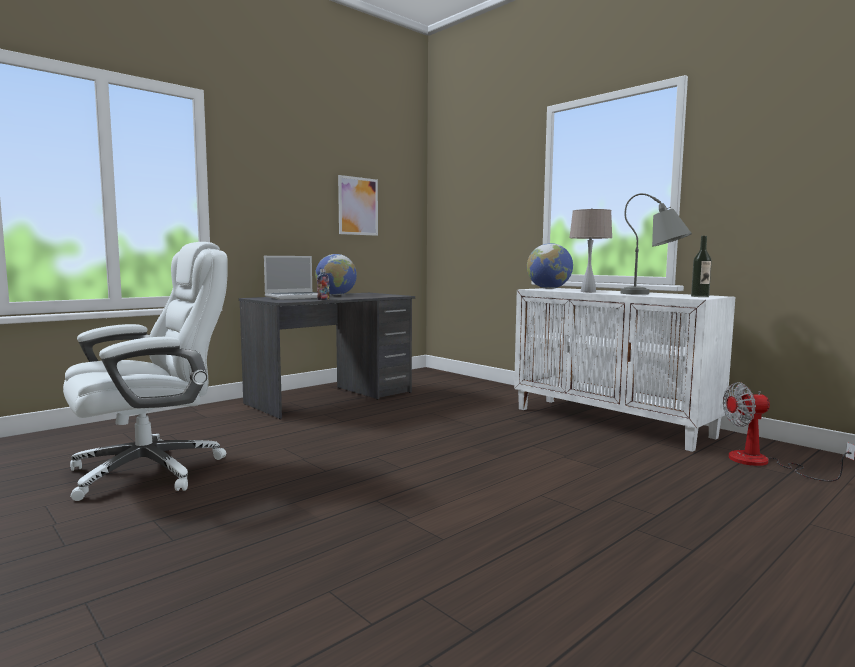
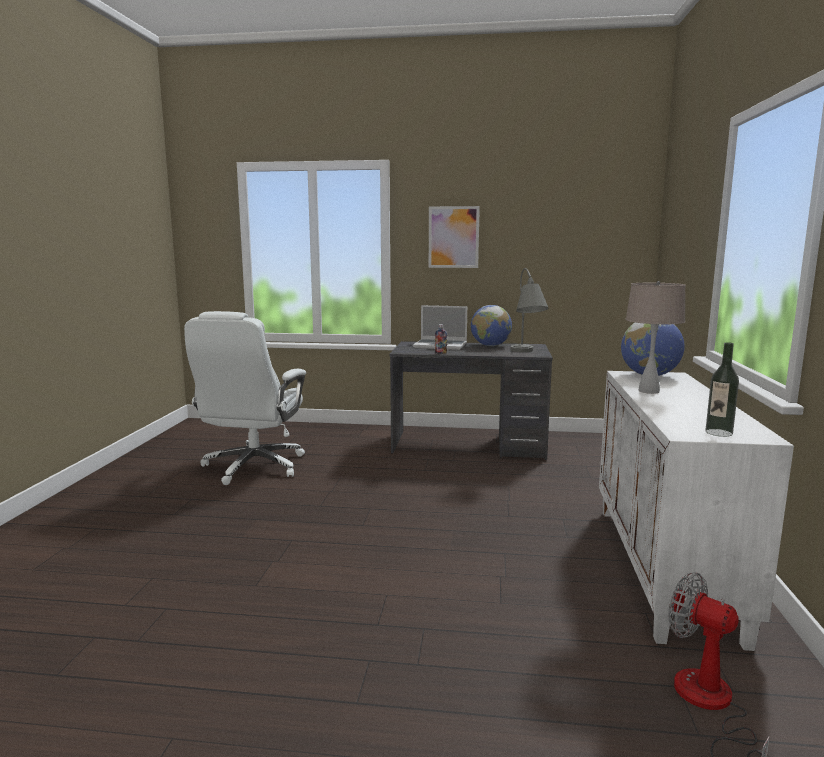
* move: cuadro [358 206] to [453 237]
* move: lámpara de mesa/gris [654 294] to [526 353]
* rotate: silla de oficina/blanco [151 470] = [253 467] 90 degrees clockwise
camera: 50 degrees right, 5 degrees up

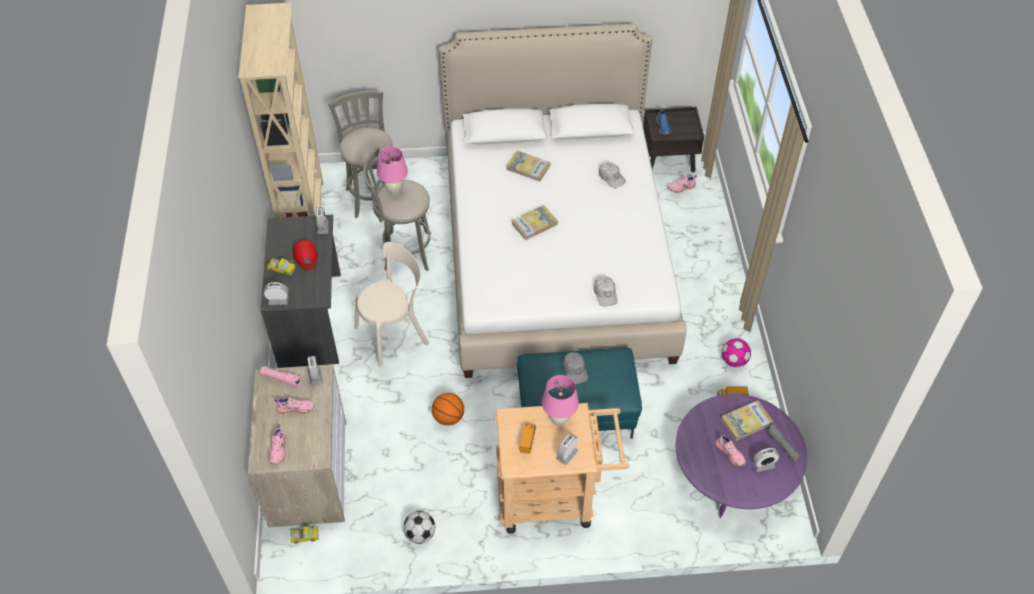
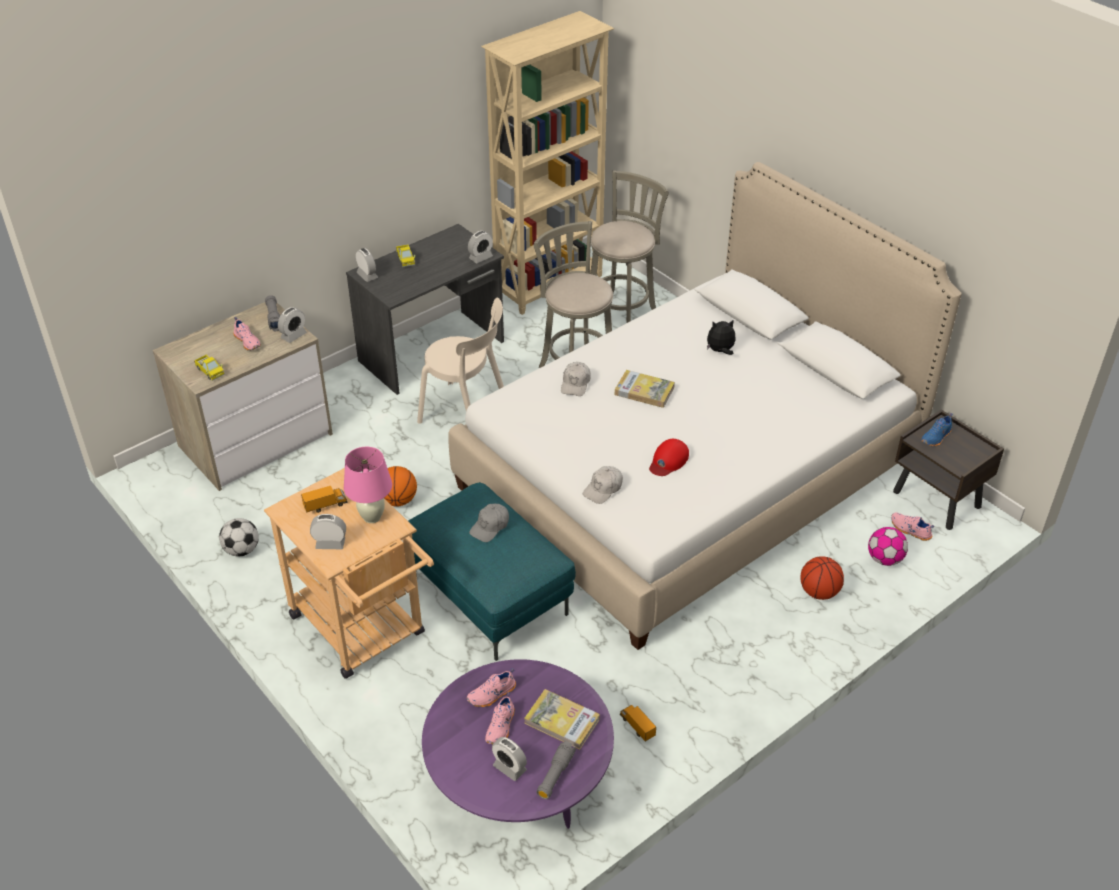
* delete: lámpara de mesa/rosa [394 191]
* insert: balón de baloncesto [819 592]
* move: zapato/rosa [279 449] to [492 695]
* move: camión de juguete [305 537] to [210 372]
* move: gorra/rojo [306 256] to [668 460]
* move: gorra/blanco [611 177] to [575 383]
* move: balón de fútbol [734 361] to [884 559]
* replace: libro [528 167] to peluche [720 351]
* recolor: linterna/rosa [281 379] to linterna/gris [274 318]
camera: 55 degrees right, 10 degrees down

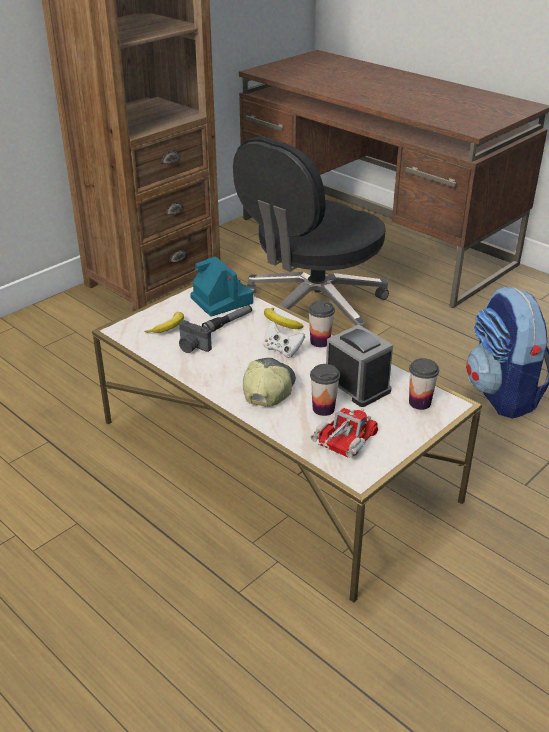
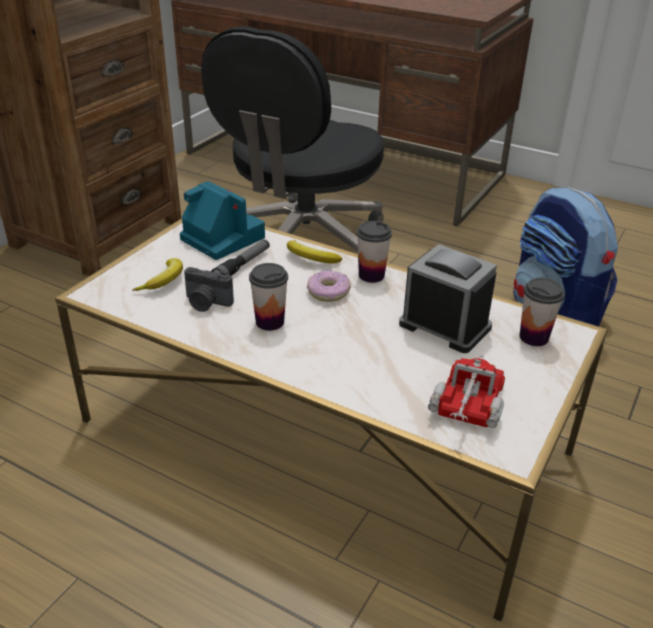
* delete: gorra [268 389]
* move: taza [323 409] to [270 322]
* replace: mando de consola/blanco [282 350] to rosquilla [328 292]
camera: 15 degrees left, 0 degrees up

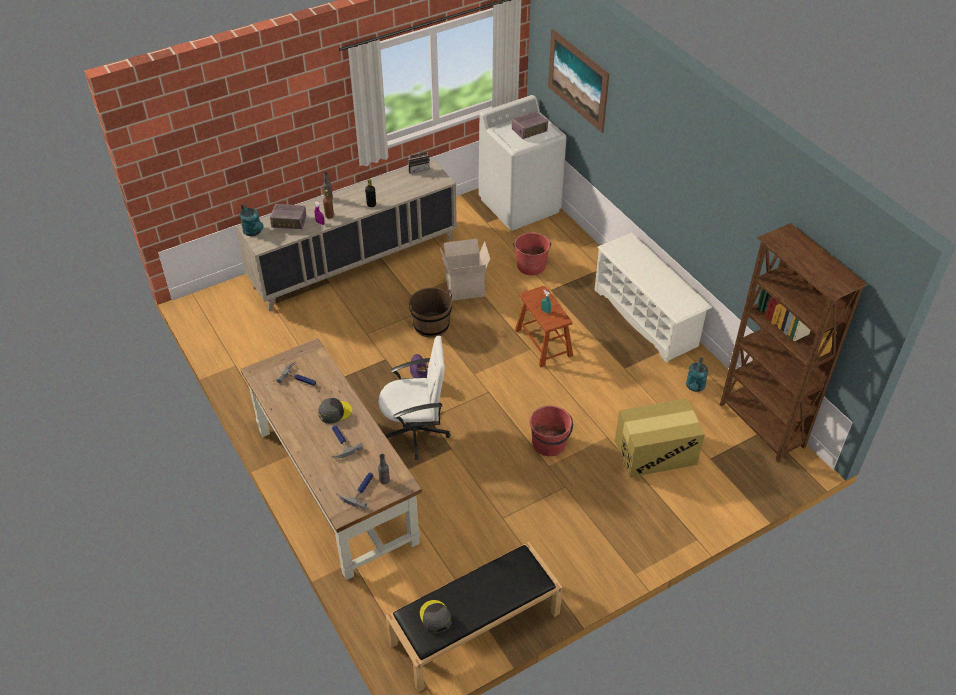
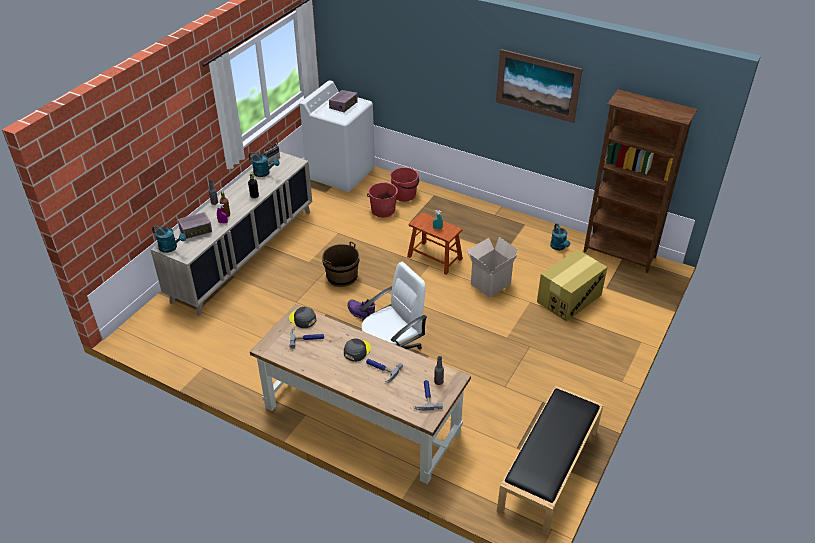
* delete: zapatero/blanco [646 318]
* insert: regadera/turquesa [264 173]
* move: gorra/gris [435 617] to [302 319]
* move: caja de cartón [465 287] to [490 283]
* move: cubo/rojo [549 444] to [404 195]
* move: cuadro [578 80] to [537 85]
camera: 30 degrees left, 5 degrees down

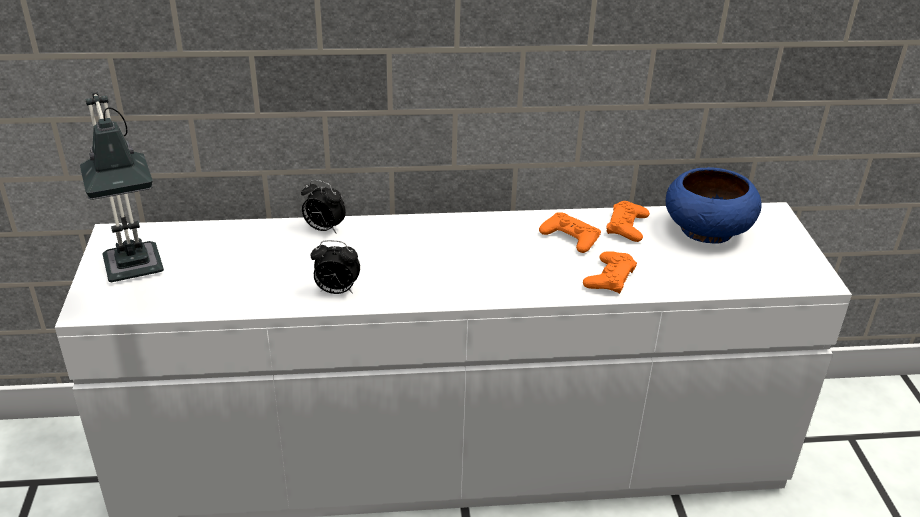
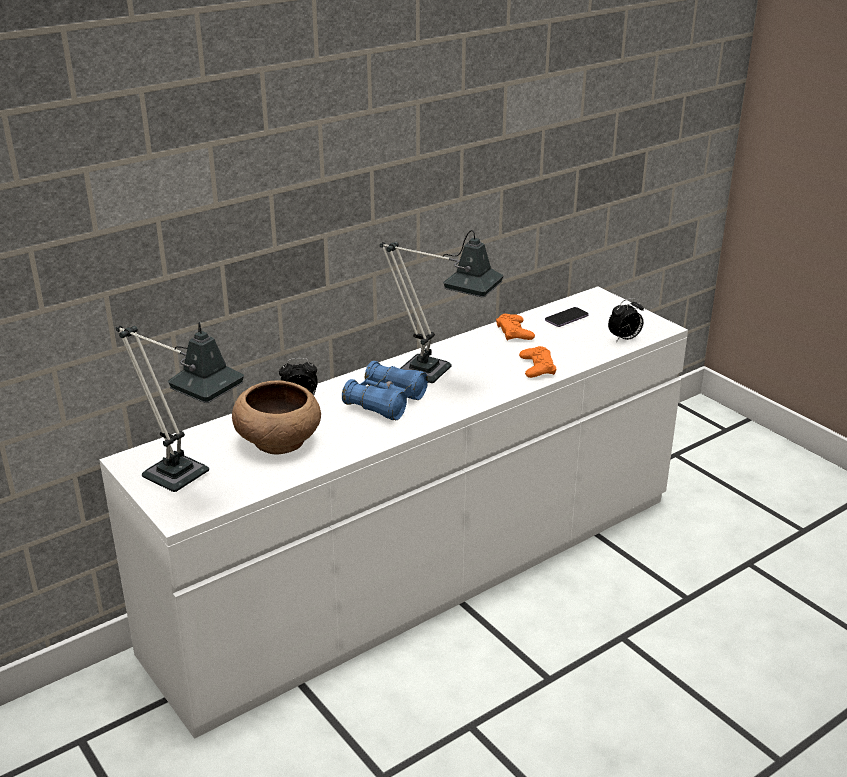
* delete: mando de consola/naranja [570 237]
* insert: cuenco/marrón [279 440]
* insert: prismáticos/azul [385 402]
* insert: lámpara de mesa [435 375]
* move: despertador [336 291] to [624 339]
* replace: cuenco/azul [706 230] to móvil [566 318]
camera: 30 degrees left, 5 degrees down

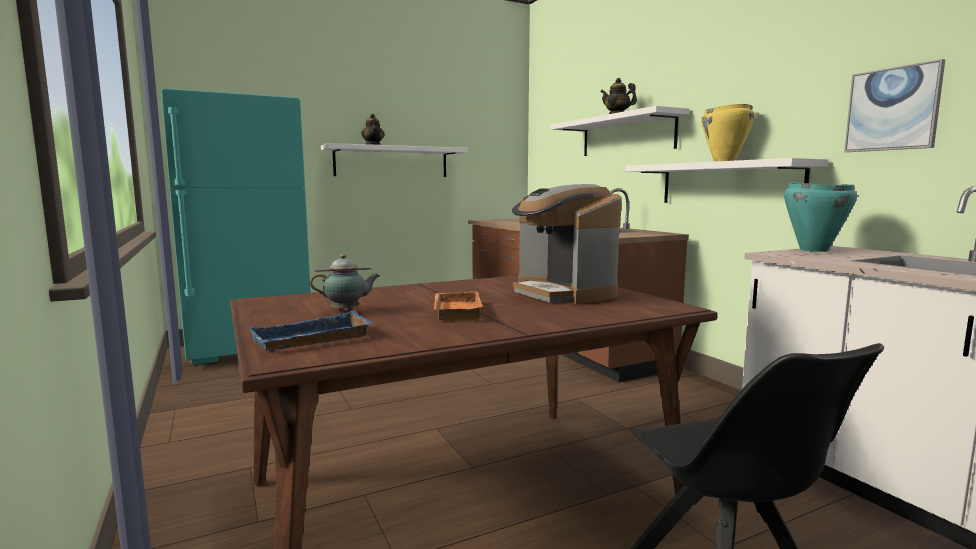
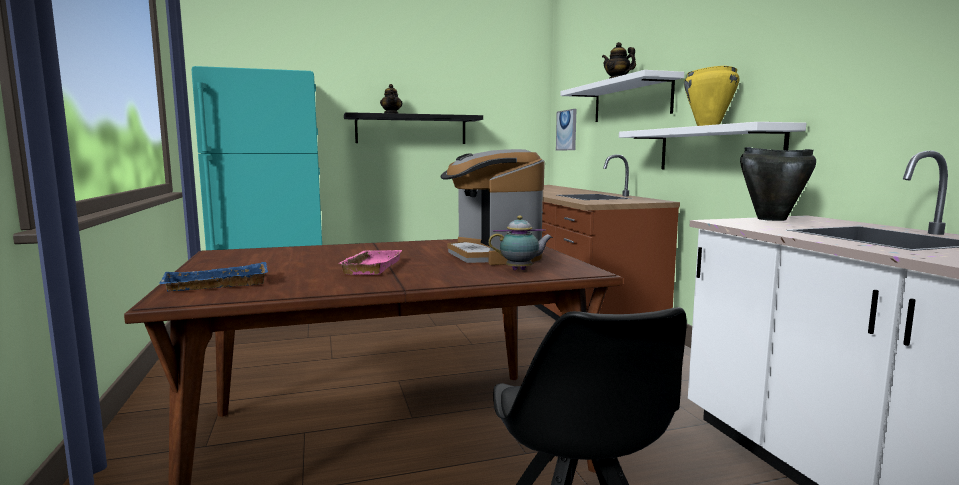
* move: tetera [347 311] to [521 270]
* move: cuadro [892 109] to [567 130]
* recolor: estante/blanco [391 162] to estante/negro [411 129]
* recolor: bandeja/naranja [455 311] to bandeja/rosa [370 267]
* recolor: olla/turquesa [813 250] to olla/negro [771 219]
camera: 10 degrees right, 0 degrees up

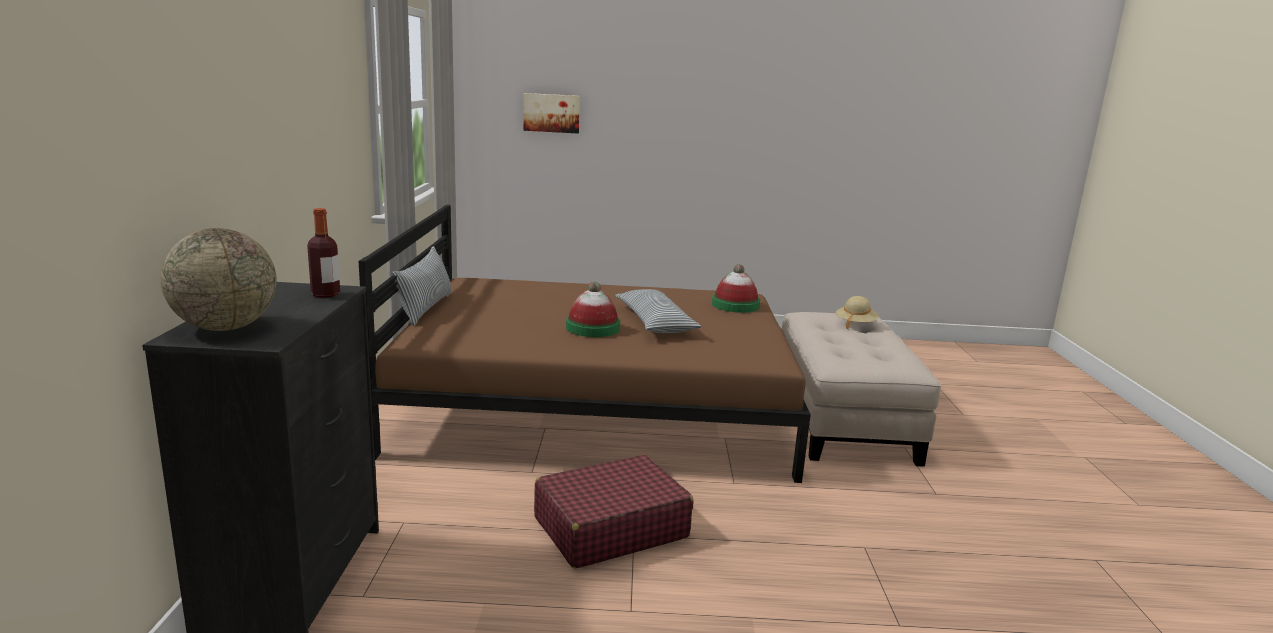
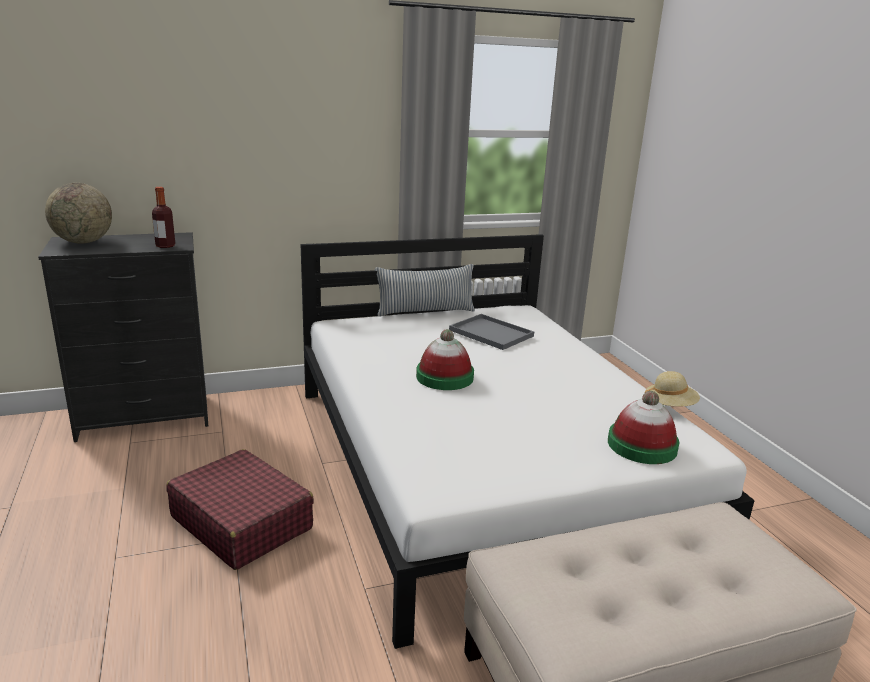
* delete: cuadro [551 113]
* delete: cojín [655 323]
* insert: bandeja/gris [492 333]
* move: sombrero/beis [855 324] to [669 406]
* recolor: cama/marrón [595 405] to cama/blanco [482 466]
camera: 70 degrees right, 5 degrees up

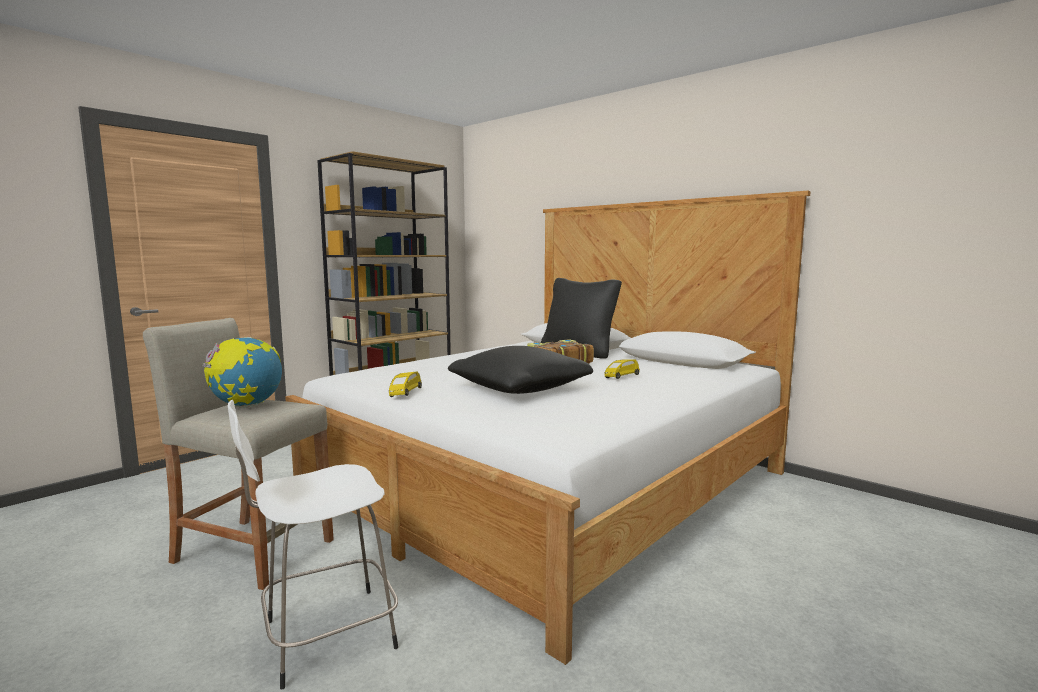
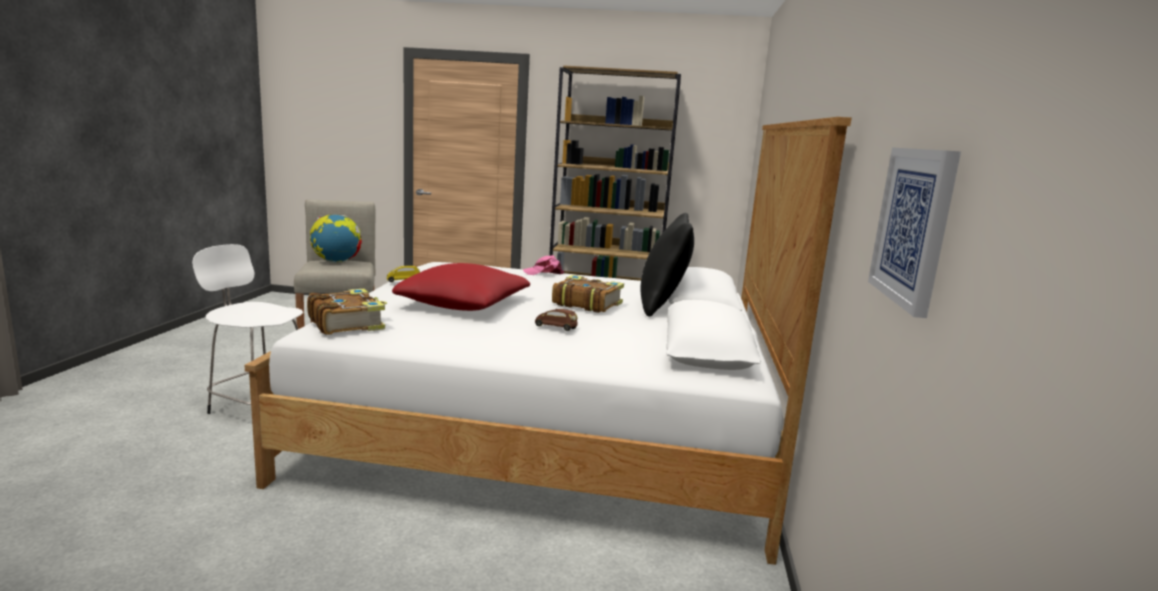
* insert: libro [347 323]
* insert: gorra/rosa [544 273]
* insert: cuadro [914 226]
* recolor: cojín/negro [520 389] to cojín/rojo [463 305]
* recolor: coche de juguete/amarillo [621 377] to coche de juguete/marrón [556 328]
camera: 55 degrees right, 5 degrees up

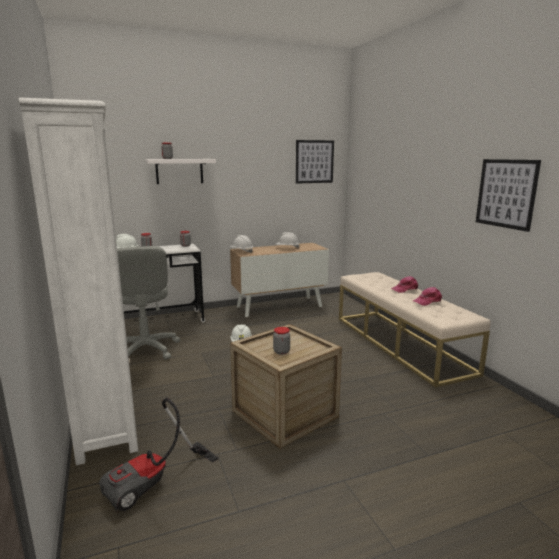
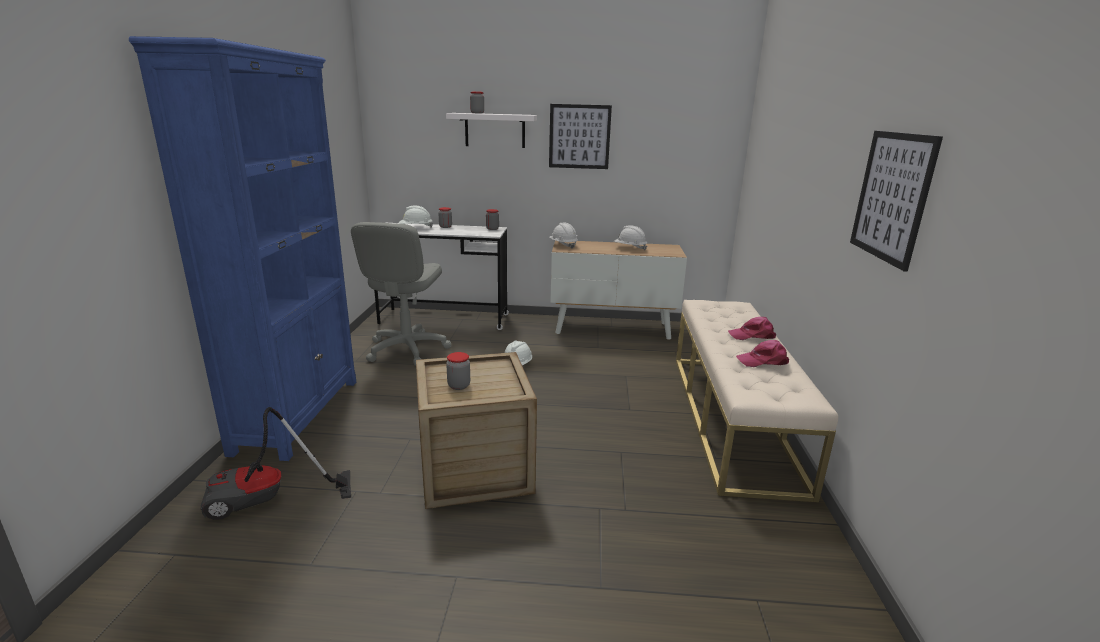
* move: cuadro [314 161] to [579 136]
* recolor: estantería/blanco [107 416] to estantería/azul [299 414]
camera: 25 degrees right, 5 degrees up

